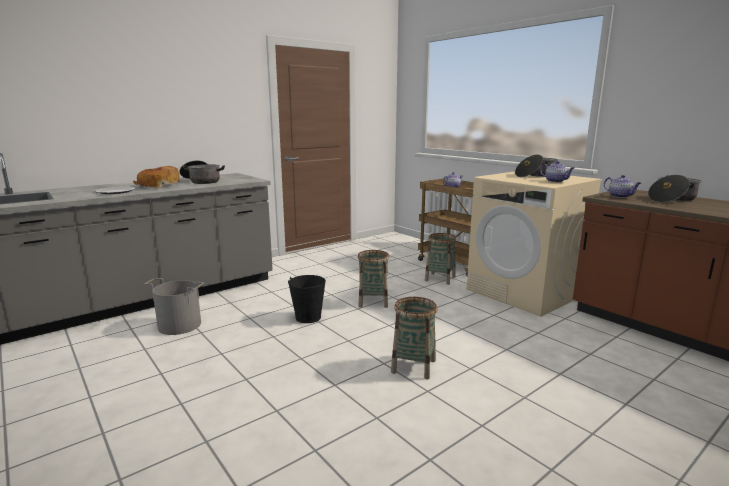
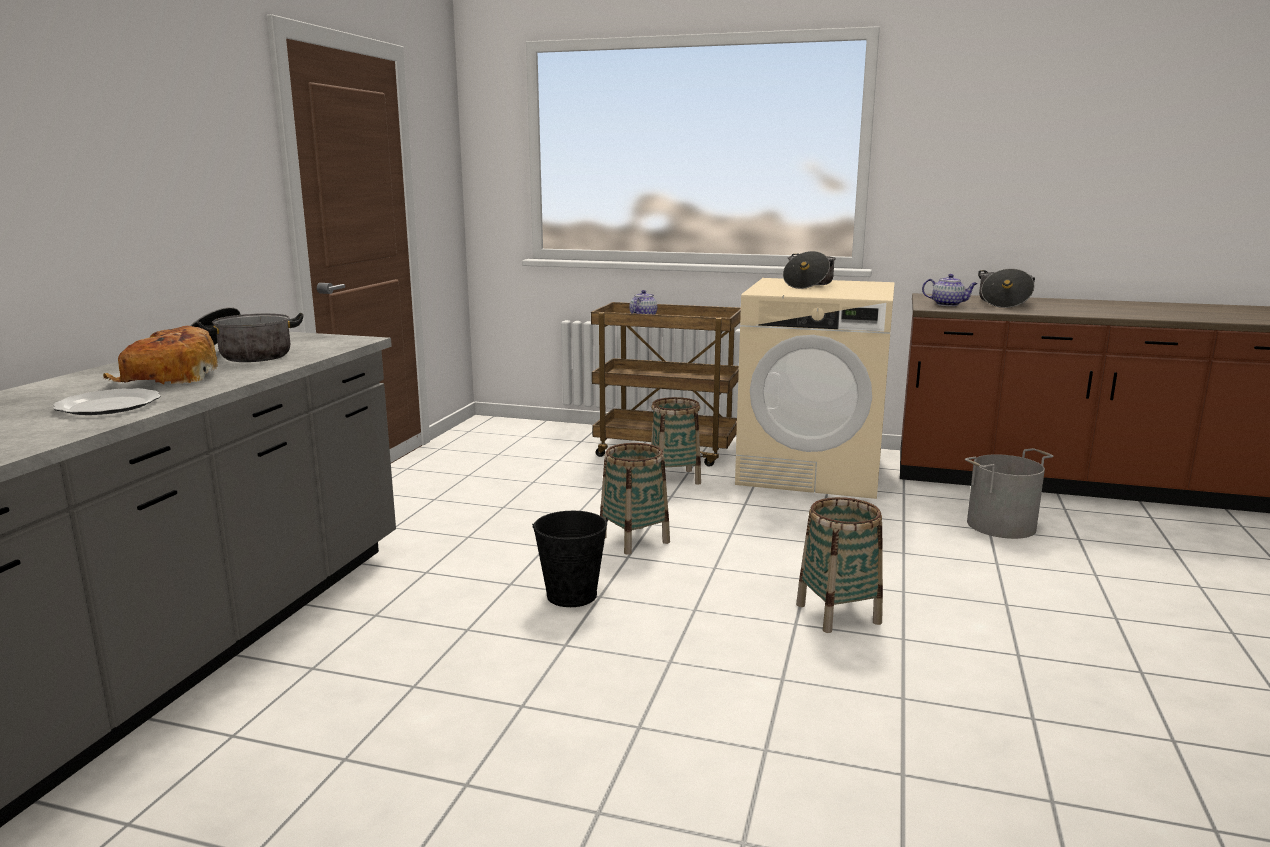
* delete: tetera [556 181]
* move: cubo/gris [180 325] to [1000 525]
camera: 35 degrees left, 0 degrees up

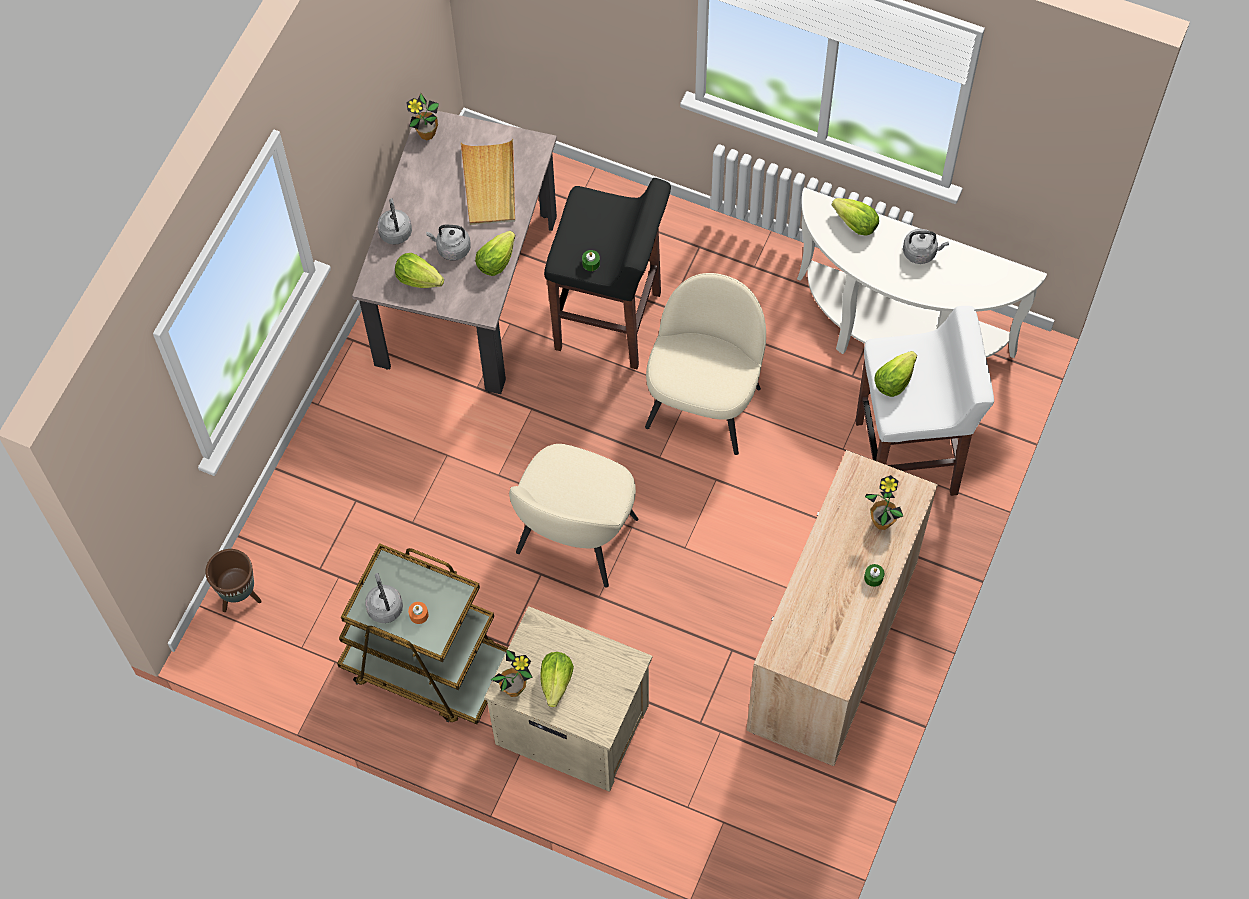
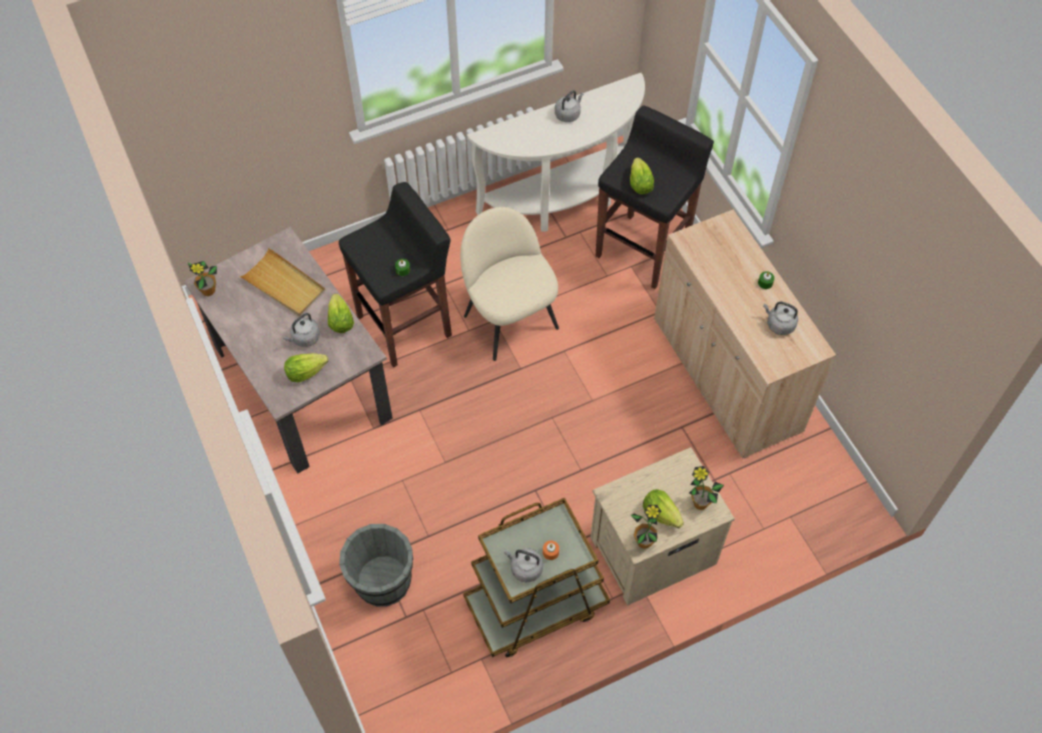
* delete: maceta/marrón [239 596]
* delete: silla/beis [575 539]
* delete: lechuga [855 224]
* insert: cubo/gris [382 581]
* move: hervidor/gris [395 231] to [779 324]
* move: planta en maceta [882 522] to [700 503]
* recolor: taburete/blanco [908 458] to taburete/negro [643 250]
camera: 50 degrees left, 5 degrees down

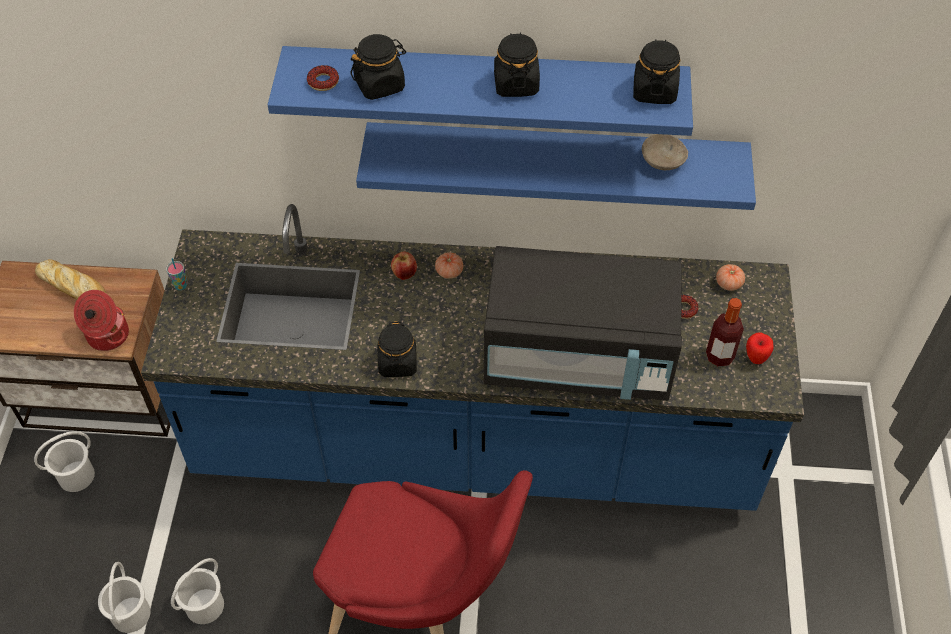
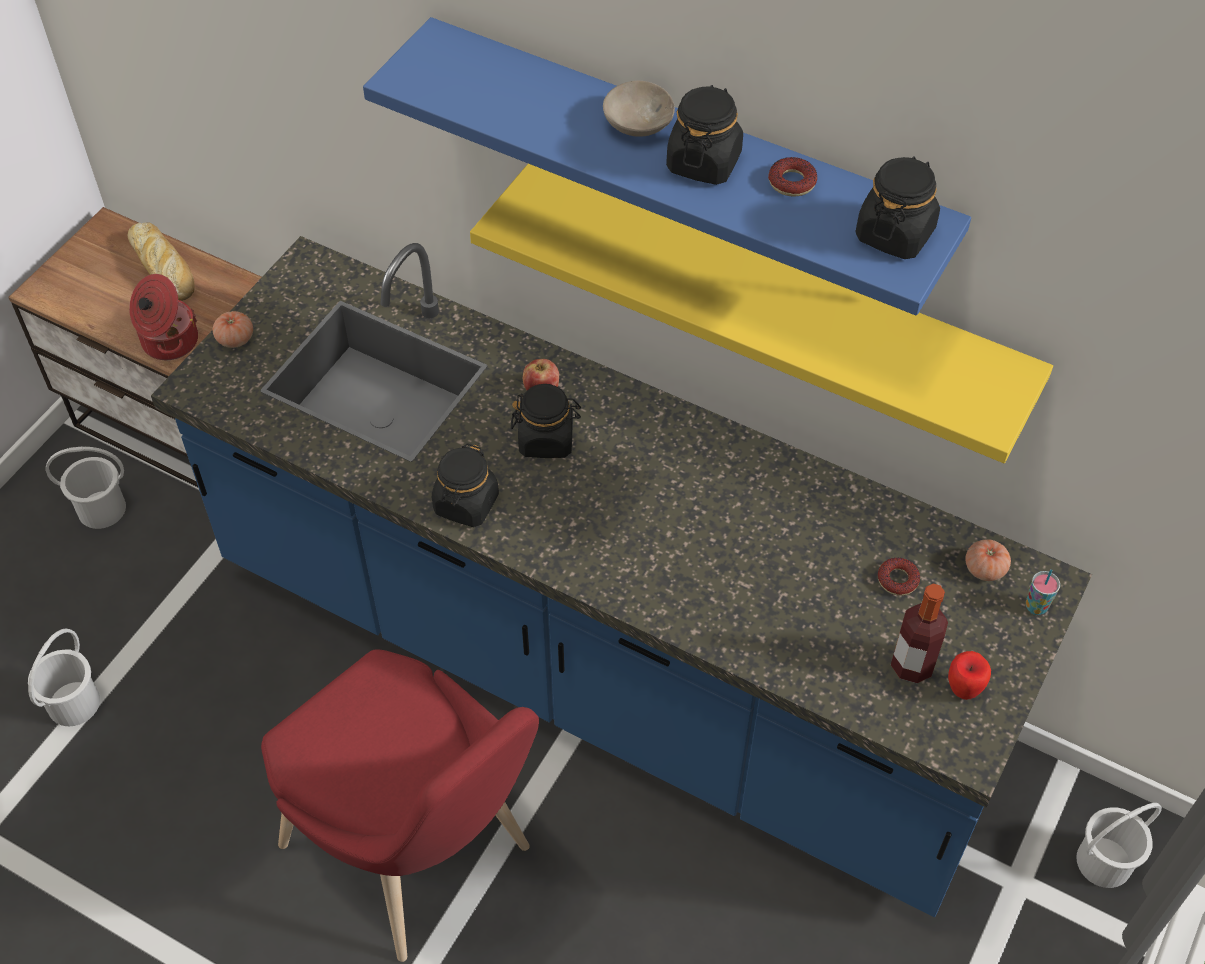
* delete: microondas/negro [578 358]
* move: taza [180 285] to [1036 607]
* move: cubo/blanco [204 605] to [1103 861]
* move: rosquilla [323 82] to [792 182]
* move: tarro/negro [380 84] to [546 439]
* move: tomate [449 271] to [235 339]
* move: cuenco/beis [661 160] to [636 123]
* recolor: estante/azul [555 157] to estante/amarillo [773 295]
camera: 25 degrees right, 0 degrees up

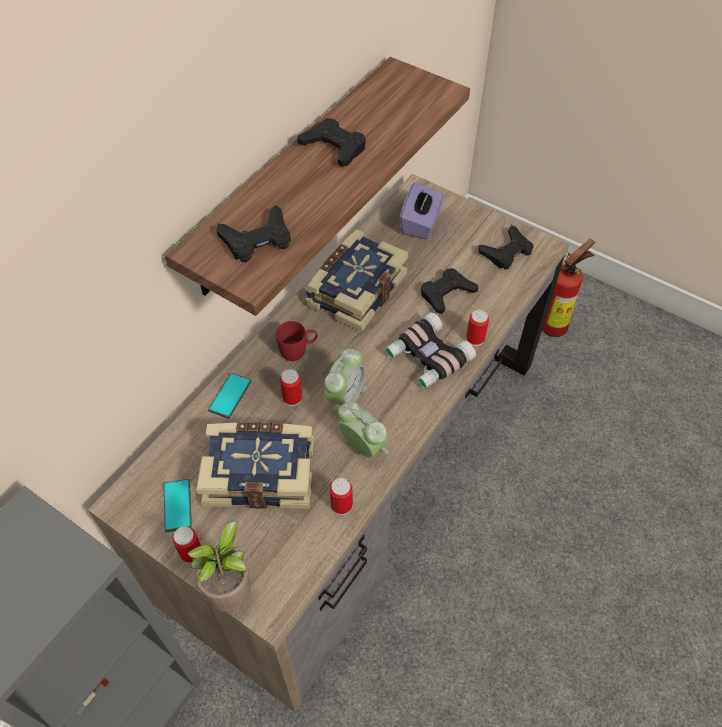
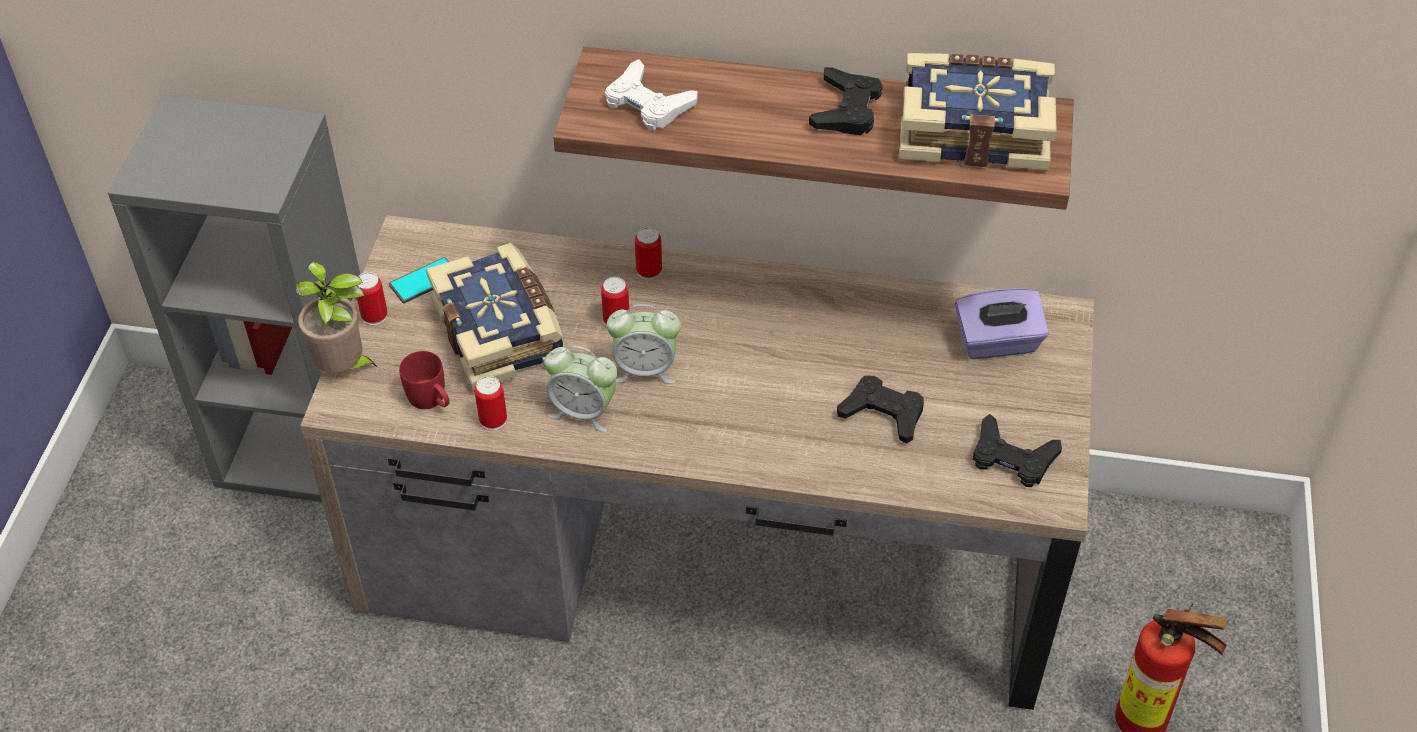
* delete: móvil [230 396]
* delete: prismáticos [427 358]
* move: taza grande/rojo [298 350] to [431 401]
* move: libro [355 289] to [973 129]
* move: lata [475 339] to [649 271]
* recolor: mando de consola/negro [257 240] to mando de consola/blanco [648 103]
* rotate: despertador [363 447] = [583 411] 90 degrees clockwise
camera: 65 degrees right, 5 degrees down

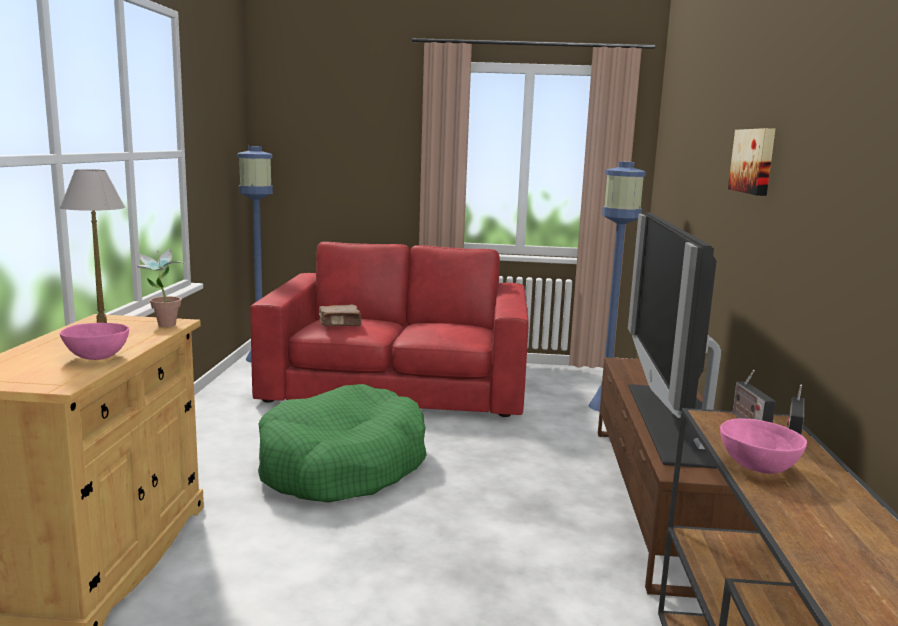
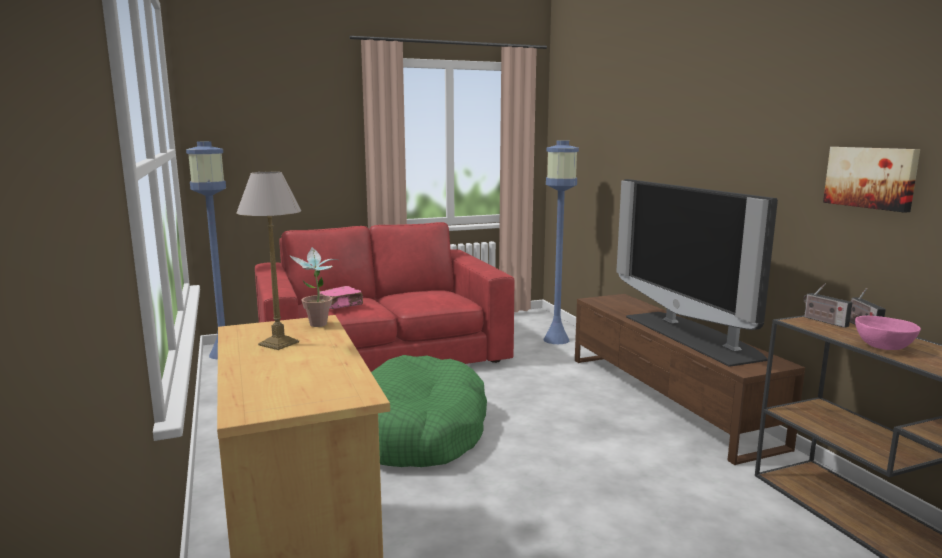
* delete: cuenco/rosa [97 357]
* move: cuadro [754 161] to [871 177]
* recolor: libro/marrón [340 324] to libro/rosa [341 305]
camera: 25 degrees left, 0 degrees up

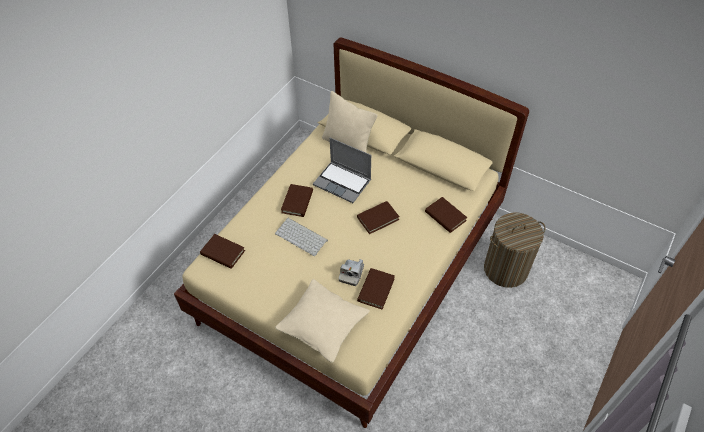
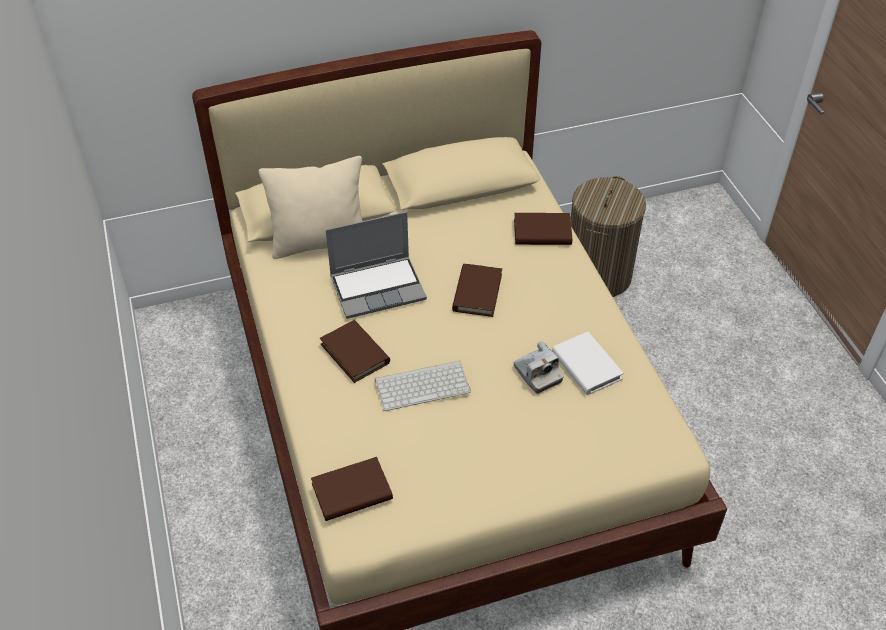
* delete: cojín/beis [323 325]
* recolor: libro/marrón [376 289] to libro/blanco [586 366]
camera: 50 degrees left, 5 degrees down

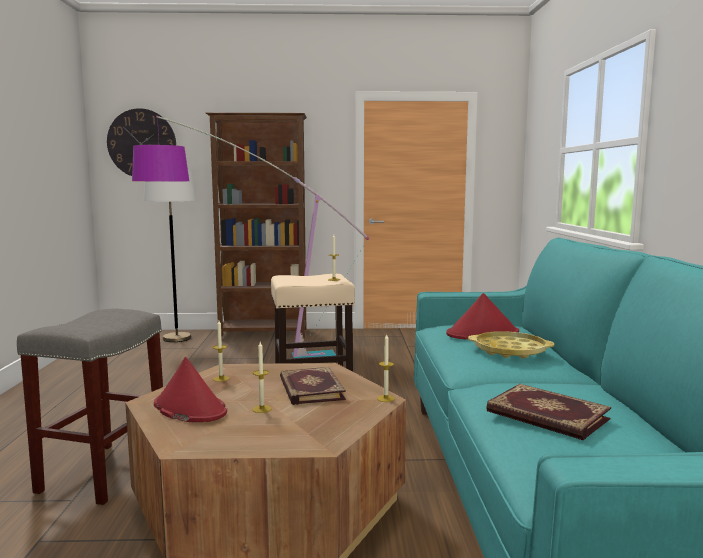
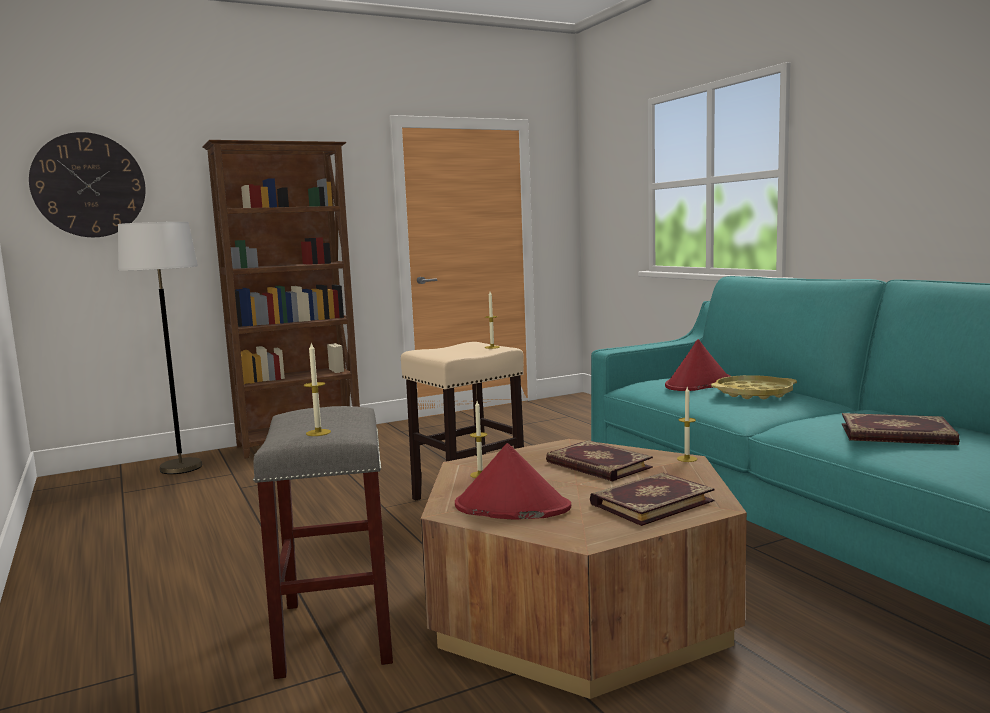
* delete: lámpara de pie [237 361]
* insert: libro [650 502]
* move: vela [262 409] to [318 432]
camera: 25 degrees left, 0 degrees up

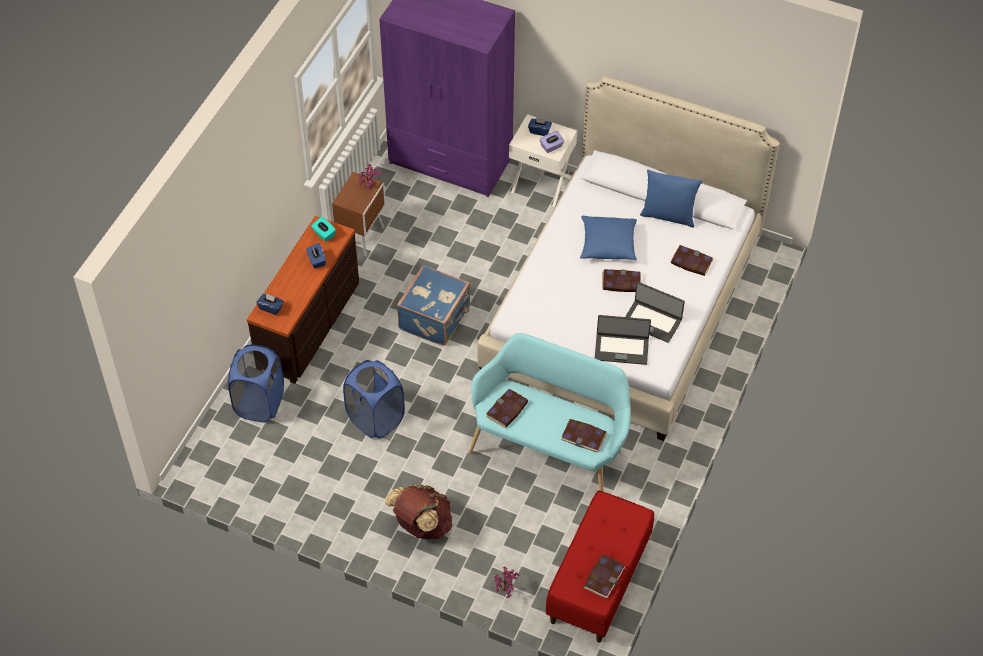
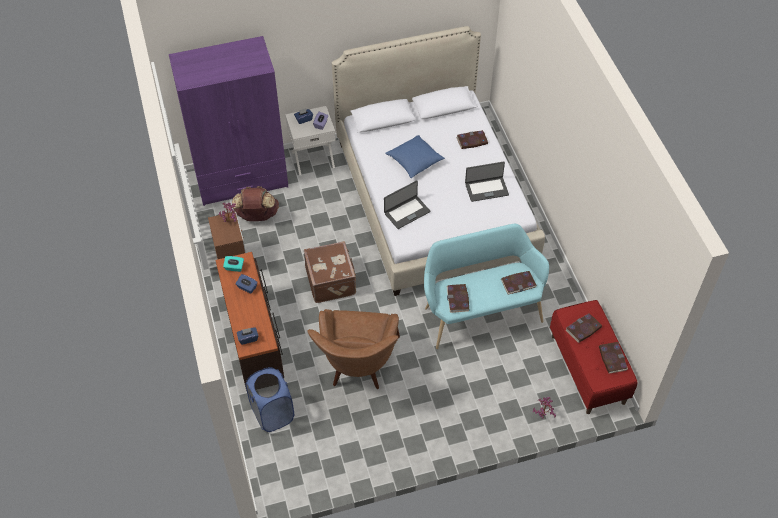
* delete: cojín/azul [668 215]
* move: mochila/marrón [421 525] to [257 216]
* move: portátil [621 348] to [406 212]
* move: libro [621 282] to [583 329]
* replace: cesto de la ropa/azul [375 419] to sillón/marrón [358 369]
* recolor: maleta/azul [436 318] to maleta/marrón [331 281]
camera: 40 degrees left, 0 degrees up

